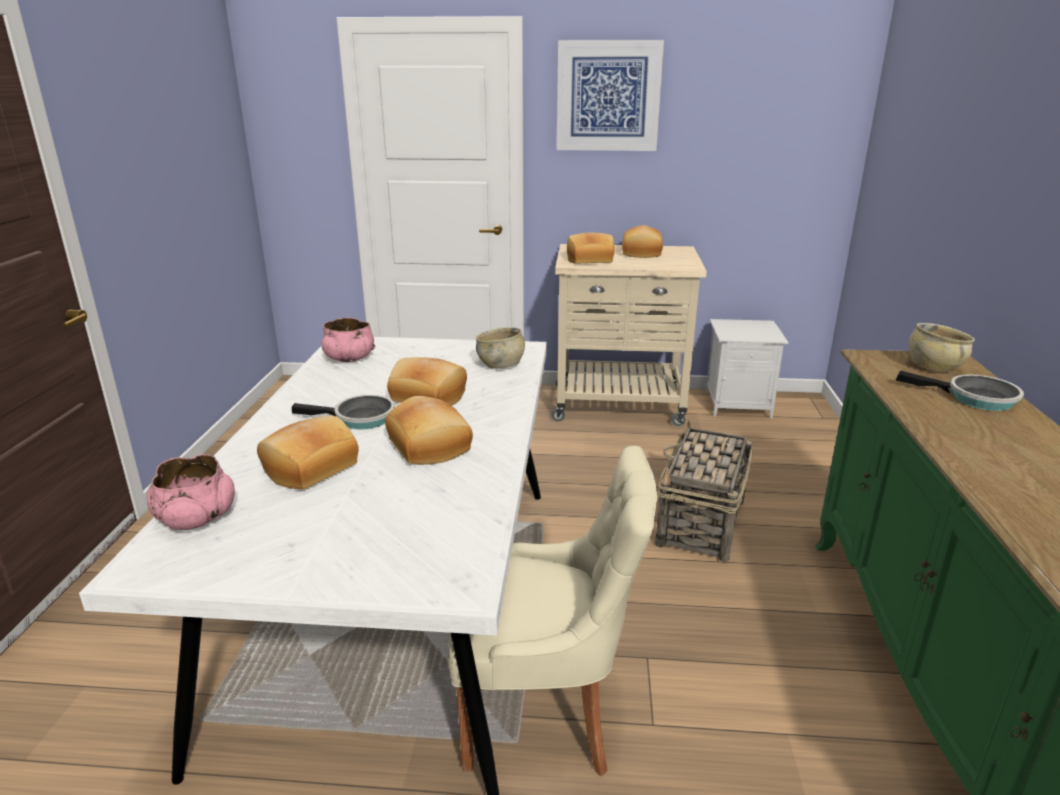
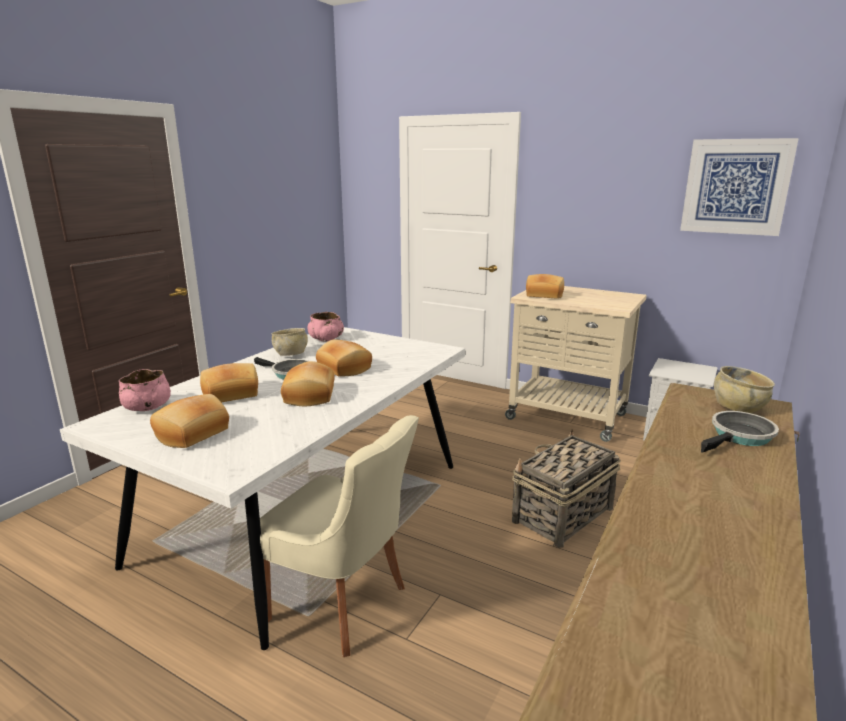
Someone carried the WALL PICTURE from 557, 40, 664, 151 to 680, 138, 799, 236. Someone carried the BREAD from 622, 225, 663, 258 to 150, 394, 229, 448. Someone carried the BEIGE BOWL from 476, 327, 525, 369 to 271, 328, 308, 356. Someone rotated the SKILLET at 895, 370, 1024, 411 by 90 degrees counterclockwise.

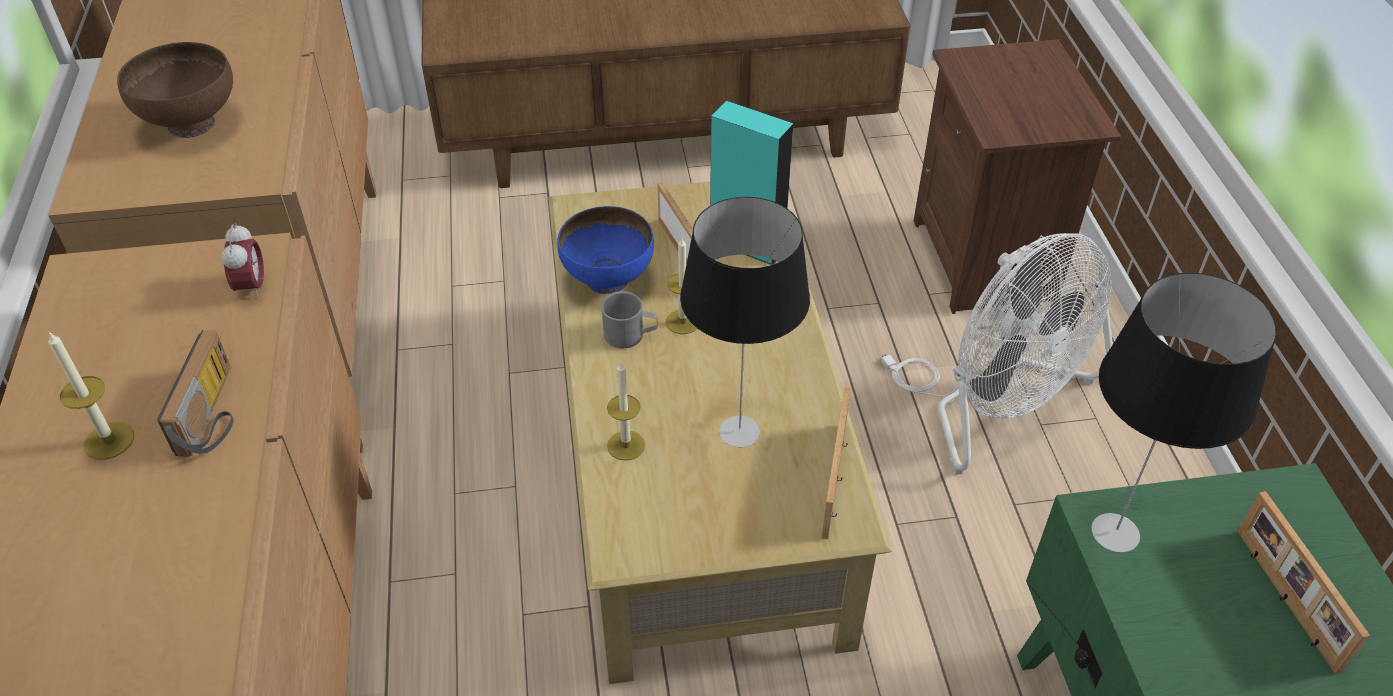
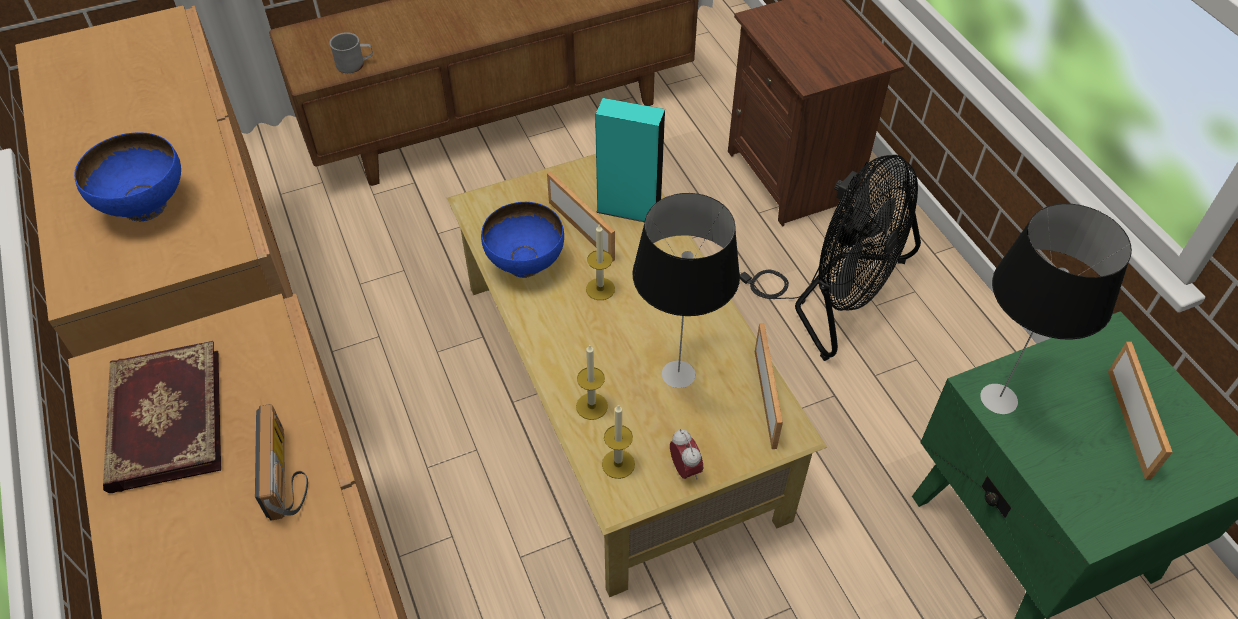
Someone repainted the BROWN BOWL at 117, 42, 233, 138, which became the BLUISH BOWL at 74, 132, 181, 221. Someone carried the TABLE CLOCK from 221, 223, 264, 300 to 670, 429, 703, 479. Someone repainted the WHITE-COLOURED ELECTRIC FAN at 881, 233, 1113, 475, which became the BLACK-COLOURED ELECTRIC FAN at 740, 155, 921, 361. Someone carried the GREYISH MUG from 601, 291, 658, 348 to 329, 32, 373, 73. Someone carried the WAX LIGHT from 48, 332, 134, 460 to 602, 404, 635, 479. Someone rotated the PHOTO FRAME at 1238, 491, 1370, 674 by 150 degrees counterclockwise. Someone put down the BOUND BOOK at 103, 341, 221, 493.

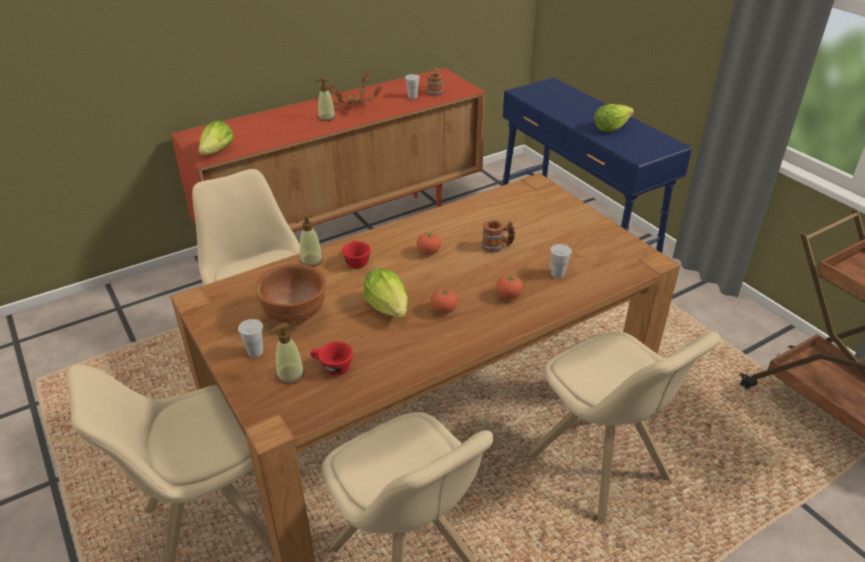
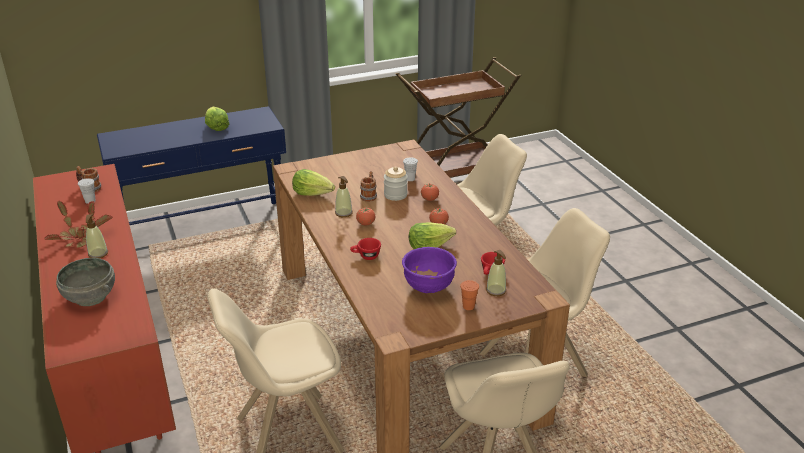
Someone carried the HEAD OF LETTUCE from 199, 121, 234, 155 to 292, 169, 335, 196. Someone carried the SOAP BOTTLE from 295, 214, 323, 267 to 335, 176, 353, 217. Someone repainted the BROWN BOWL at 255, 264, 326, 324, which became the PURPLE-COLOURED BOWL at 402, 247, 457, 293. Someone repainted the WHITE-COLOURED DRINKING CUP at 238, 319, 263, 357, which became the ORANGE-COLOURED DRINKING CUP at 460, 280, 479, 310. Someone put down the JAR at 384, 167, 408, 201. Someone put down the GREYISH BOWL at 56, 258, 115, 306.

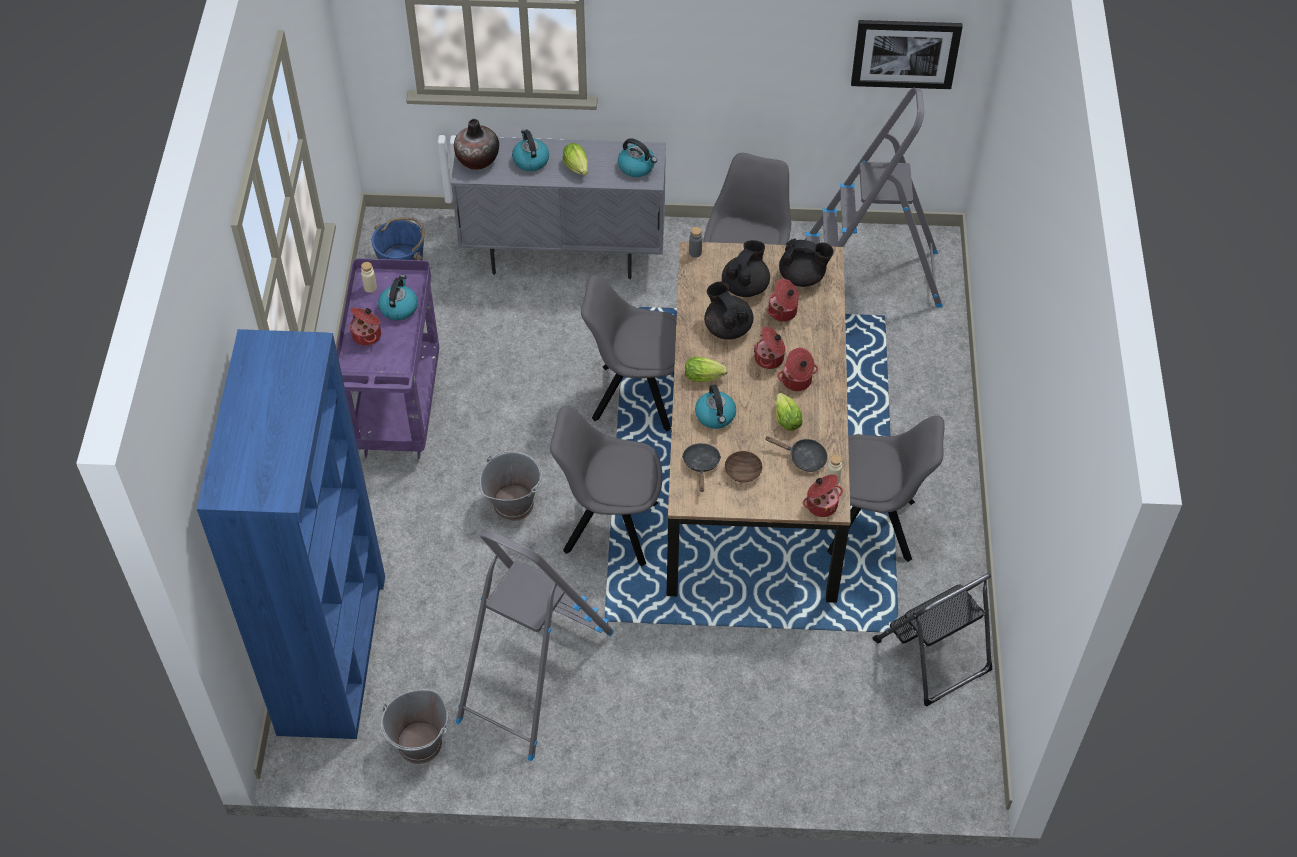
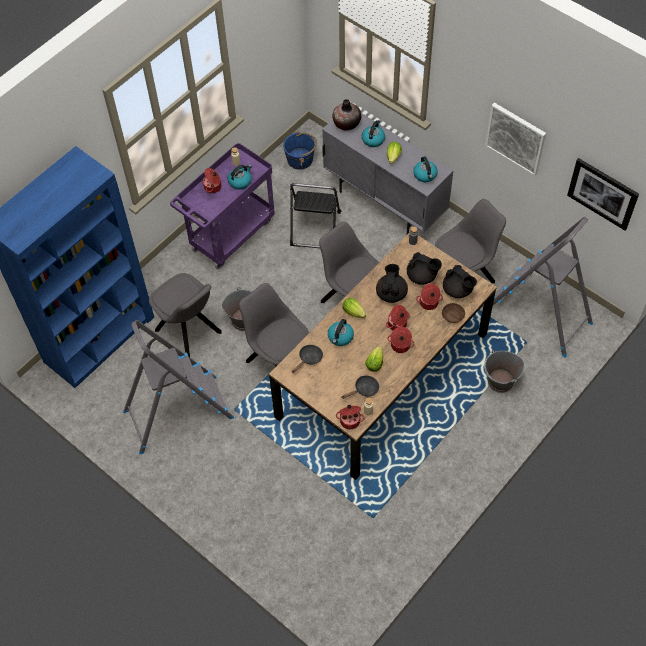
Someone rotated the BLACK-COLOURED TEAPOT at 722, 240, 770, 297 by 45 degrees clockwise. Someone carried the GREYISH PLAIN CHAIR from 827, 415, 945, 562 to 149, 273, 221, 357. Someone rotated the BLACK-COLOURED SKILLET at 765, 436, 828, 472 by 90 degrees counterclockwise. Someone carried the BROWN BOWL from 725, 451, 762, 483 to 442, 303, 465, 323. Someone carried the BLACK-COLOURED STEP STOOL from 872, 573, 992, 706 to 290, 183, 341, 248. Someone carried the GREYISH WATER BUCKET from 380, 690, 448, 764 to 484, 350, 525, 393. Someone put up the WALL PICTURE at 485, 103, 546, 176.

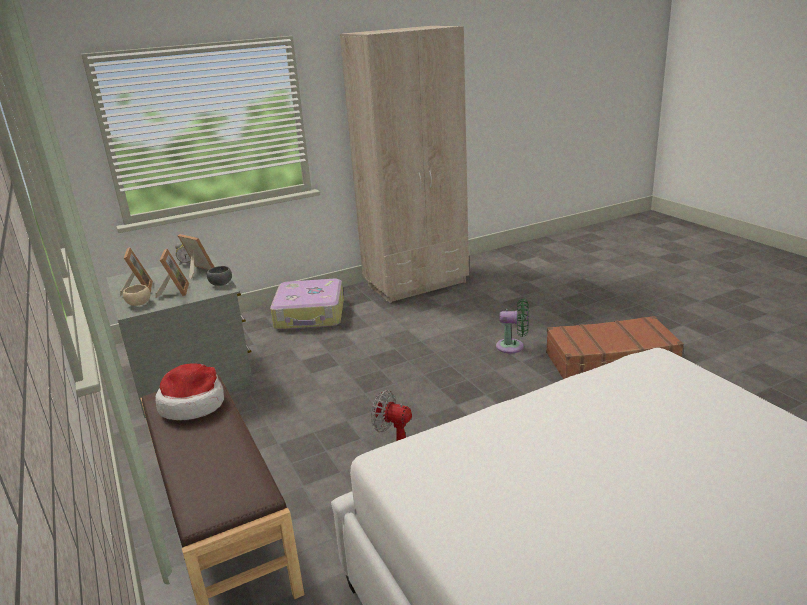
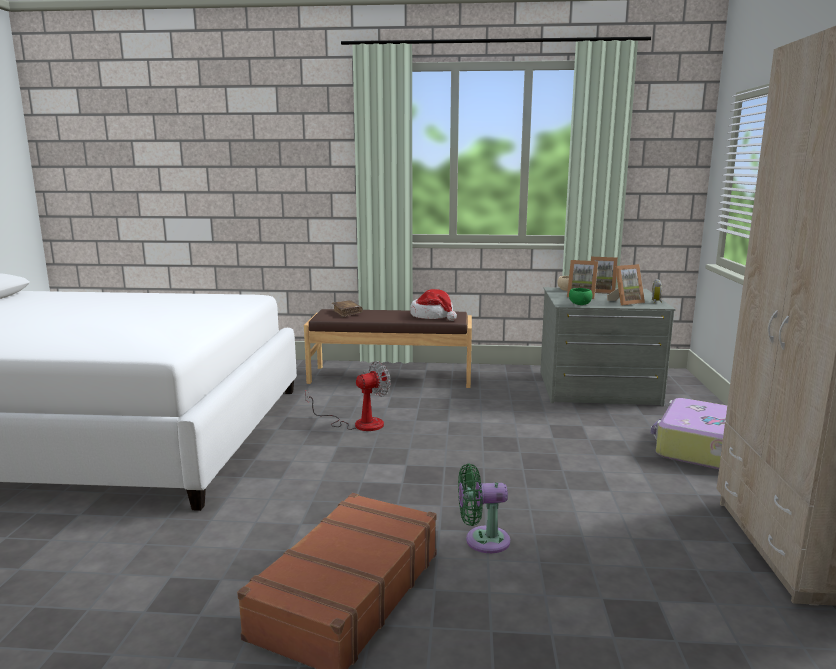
Someone repainted the GREYISH BOWL at 207, 266, 232, 286, which became the GREENISH BOWL at 569, 288, 592, 305. Someone rotated the GREENISH ELECTRIC FAN at 496, 299, 529, 354 by 45 degrees clockwise. Someone put down the BROWN BOUND BOOK at 332, 300, 363, 318.

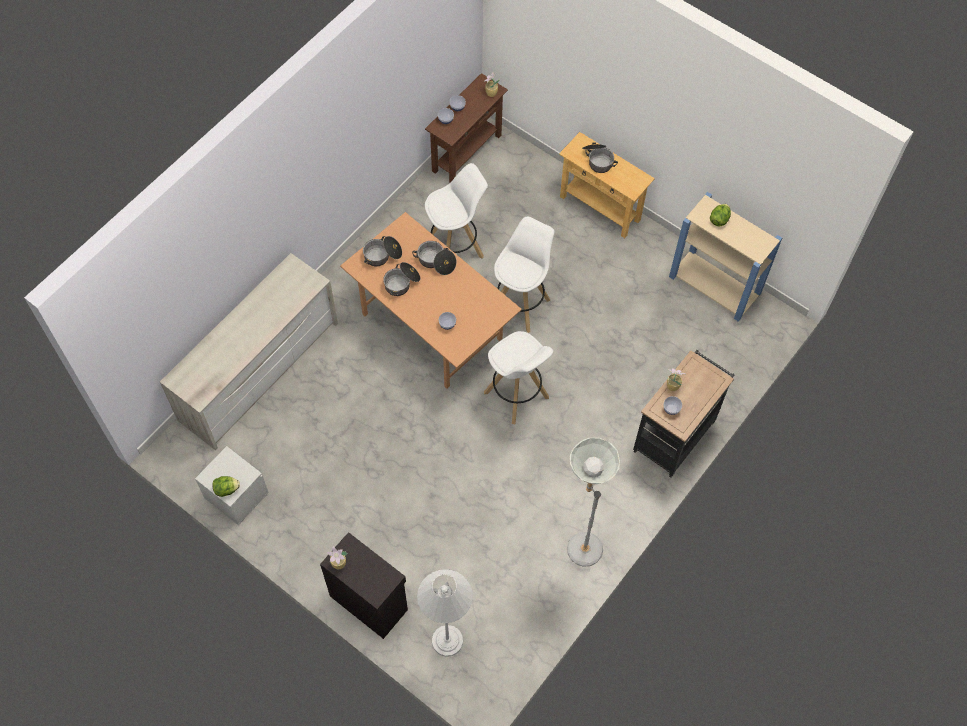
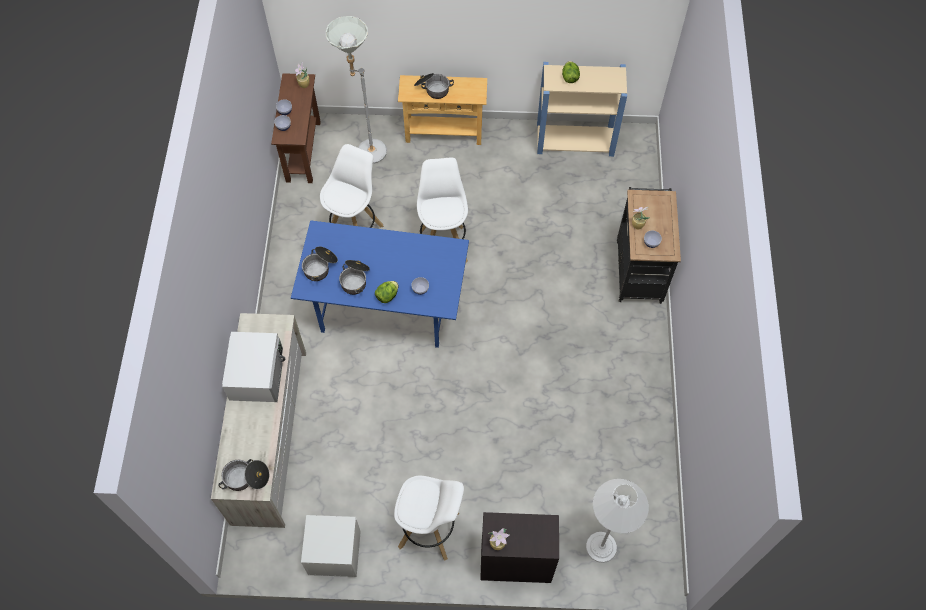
Someone repainted the BROWN DINNER TABLE at 340, 212, 522, 389, which became the BLUISH DINNER TABLE at 291, 220, 469, 348. Someone carried the STOCKPOT from 412, 241, 457, 275 to 218, 459, 269, 491. Someone carried the WHITE-COLOURED SITTING STOOL from 484, 331, 553, 424 to 394, 476, 464, 561. Someone carried the GREYISH STANDARD LAMP from 567, 438, 620, 567 to 326, 16, 387, 164. Someone carried the HEAD OF LETTUCE from 212, 476, 240, 497 to 375, 281, 398, 303. Someone put down the WHITE-COLOURED MICROWAVE at 222, 332, 285, 402.

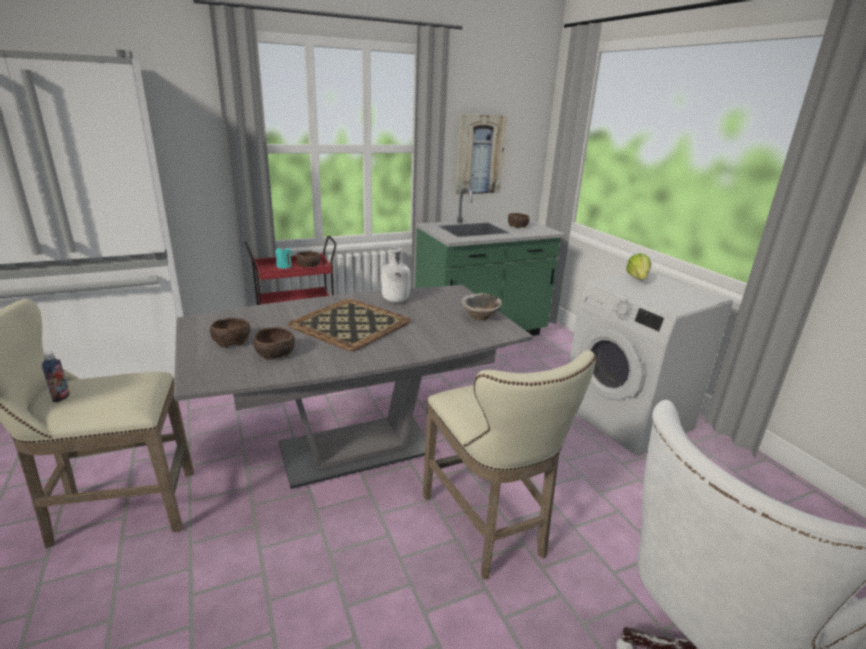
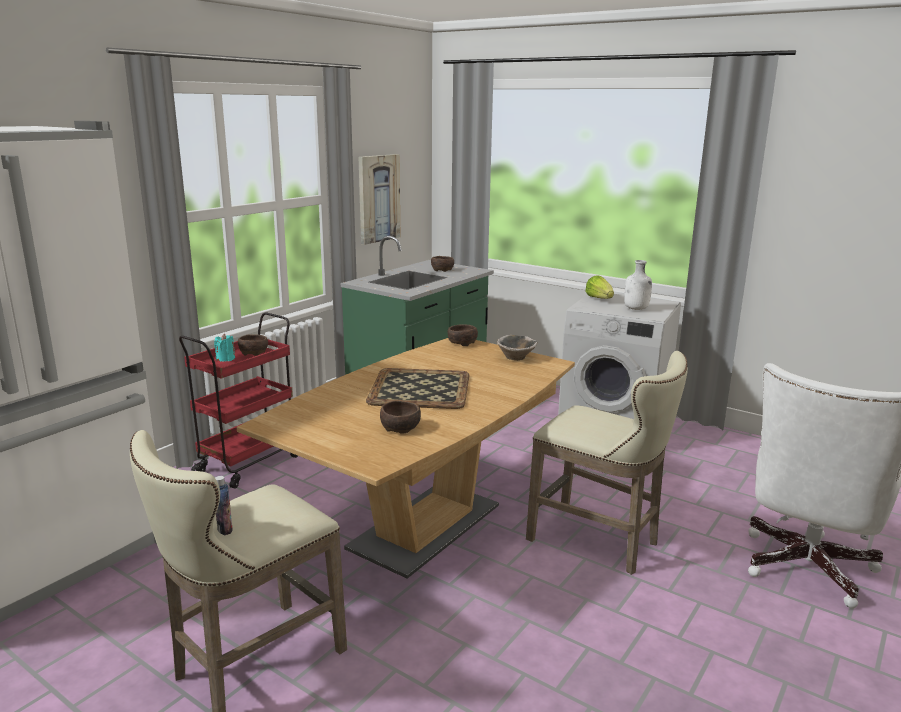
Someone carried the WHITE-COLOURED BEVERAGE BOTTLE from 381, 247, 410, 303 to 624, 260, 652, 310. Someone repainted the GREYISH DINNER TABLE at 174, 285, 533, 489, which became the BROWN DINNER TABLE at 237, 338, 575, 579. Someone carried the BROWN BOWL from 210, 318, 250, 348 to 448, 324, 478, 346.

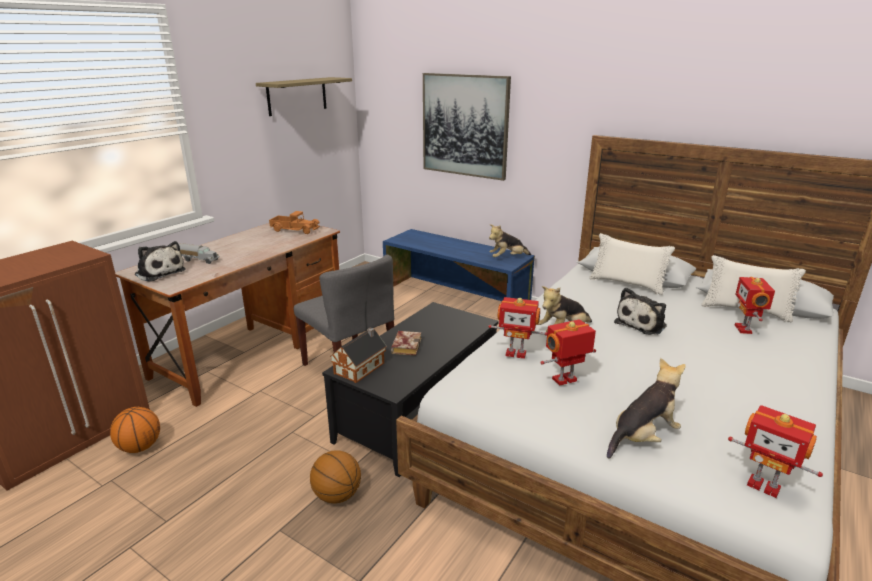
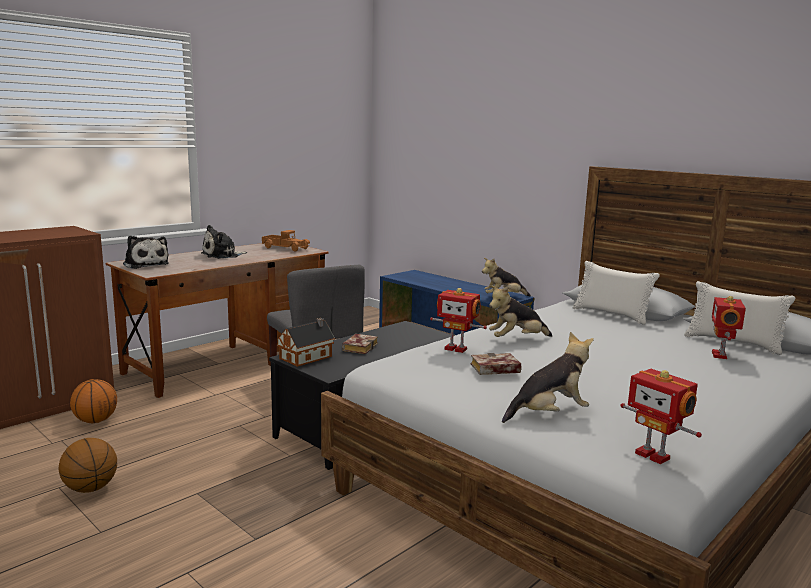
Someone took away the WALL PICTURE at 423, 73, 511, 181. Someone took away the WALL SHELF at 256, 77, 352, 116. Someone took away the TOY LORRY at 179, 243, 220, 264. Someone carried the PLUSH TOY from 614, 287, 667, 335 to 201, 225, 247, 259. Someone swapped the TOY ROBOT at 540, 319, 596, 386 for the BOUND BOOK at 471, 353, 522, 375. Someone carried the BASKETBALL BALL from 310, 450, 361, 504 to 59, 438, 117, 493.

